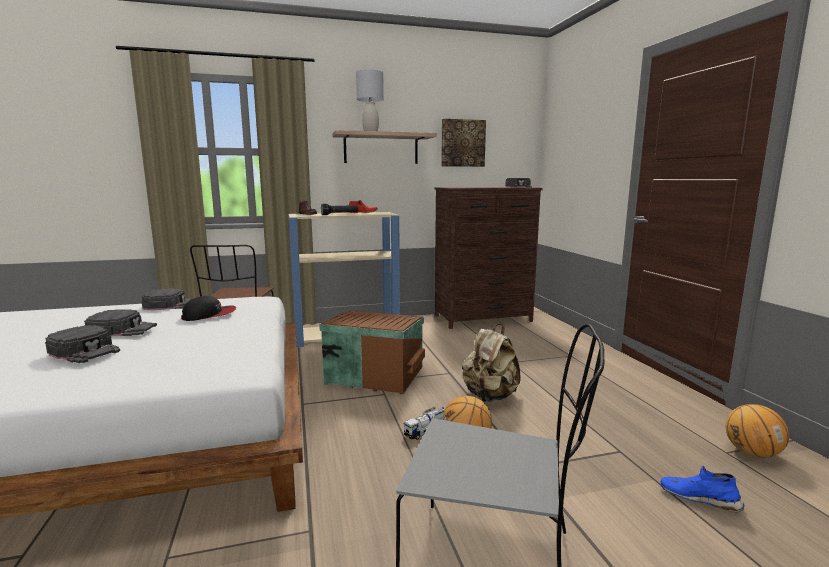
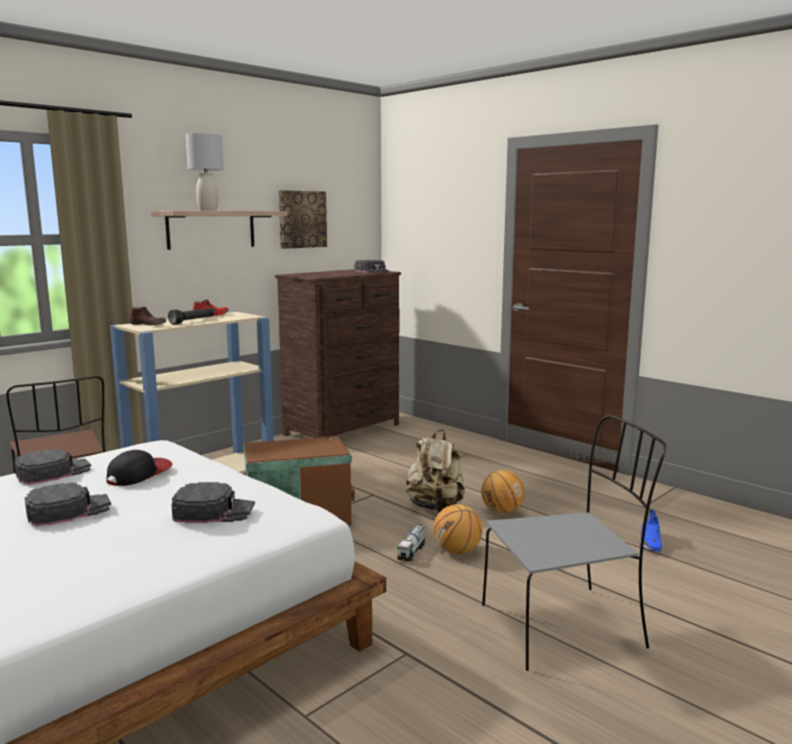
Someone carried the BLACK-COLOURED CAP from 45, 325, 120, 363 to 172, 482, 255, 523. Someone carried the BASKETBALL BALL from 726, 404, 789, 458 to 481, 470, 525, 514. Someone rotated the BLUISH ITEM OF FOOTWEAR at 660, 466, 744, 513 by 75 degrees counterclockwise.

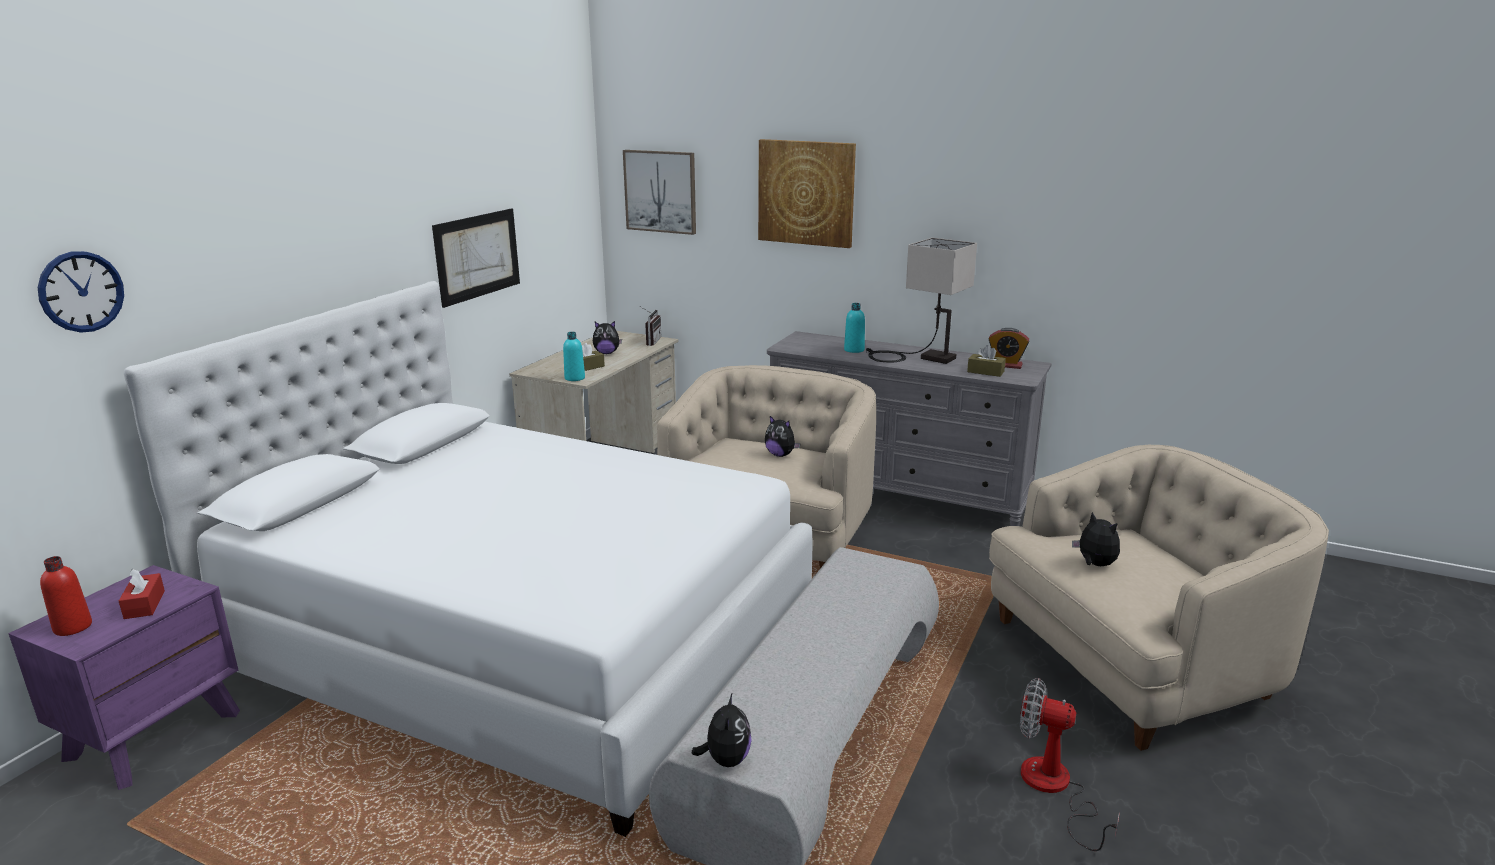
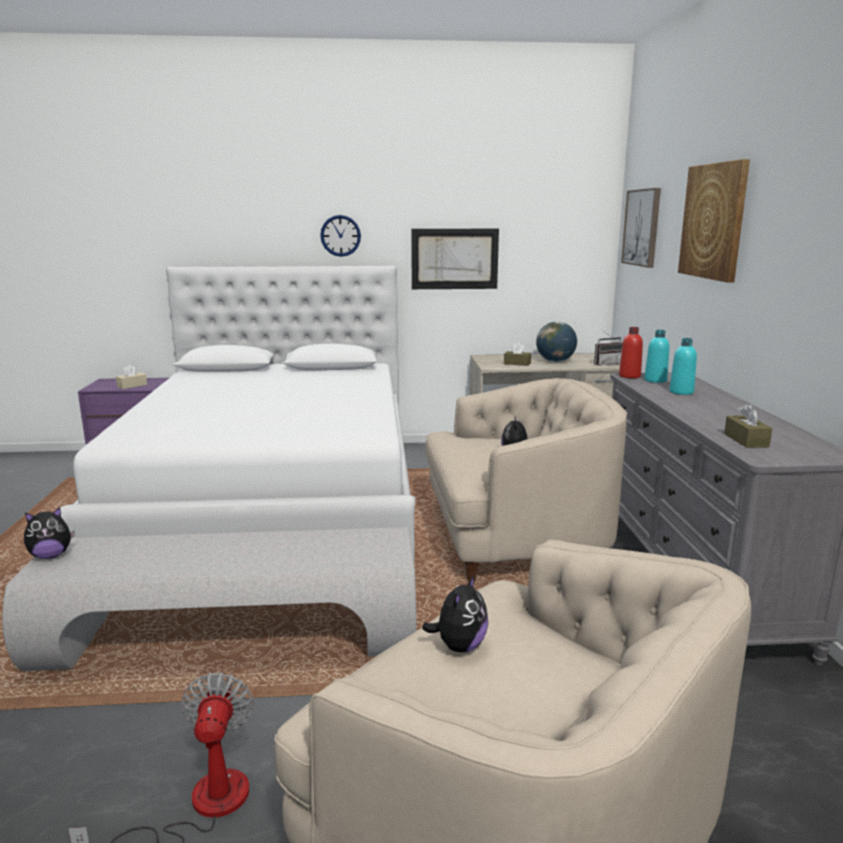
Someone took away the TABLETOP LAMP at 866, 238, 977, 364. Someone carried the CLOCK ON THE WALL from 38, 251, 124, 333 to 320, 215, 361, 257. Someone swapped the PLUSH TOY at 593, 321, 622, 354 for the DESK GLOBE at 536, 321, 577, 362. Someone took away the TABLE CLOCK at 989, 328, 1029, 369. Someone carried the TURQUOISE BEVERAGE BOTTLE from 563, 332, 585, 381 to 644, 330, 669, 383. Someone carried the REDDISH BEVERAGE BOTTLE from 40, 556, 92, 636 to 619, 327, 643, 378. Someone repainted the REDDISH BOX OF TISSUES at 119, 568, 165, 619, which became the BEIGE BOX OF TISSUES at 116, 365, 147, 389.

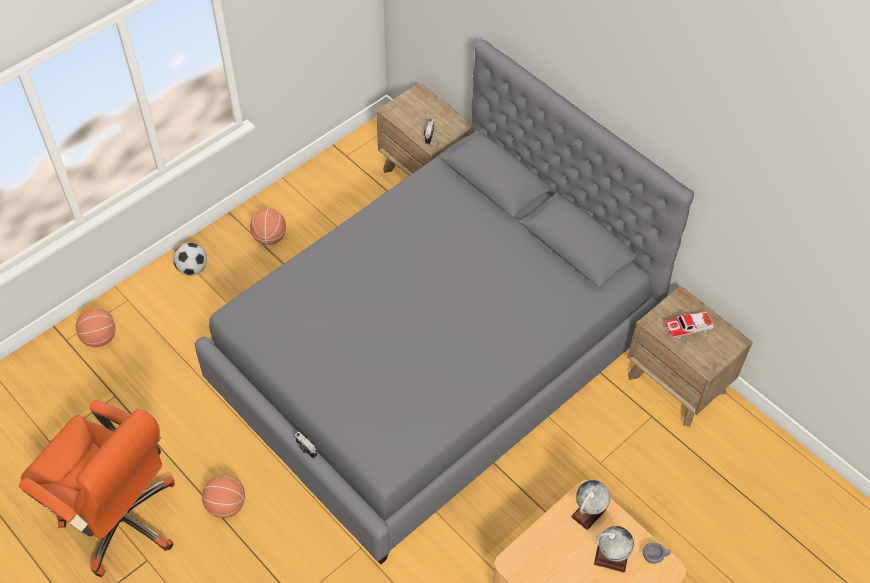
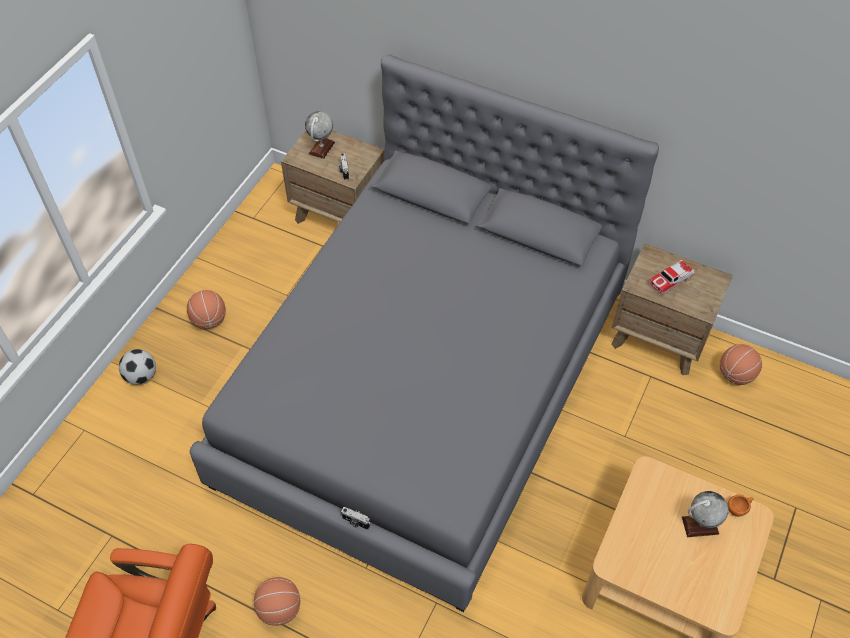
Someone carried the BASKETBALL BALL from 76, 308, 116, 347 to 720, 344, 762, 385. Someone carried the DESK GLOBE from 571, 480, 610, 530 to 305, 111, 335, 159. Someone repainted the GREYISH DRINKING CUP at 643, 543, 671, 564, which became the ORANGE-COLOURED DRINKING CUP at 728, 495, 754, 517.

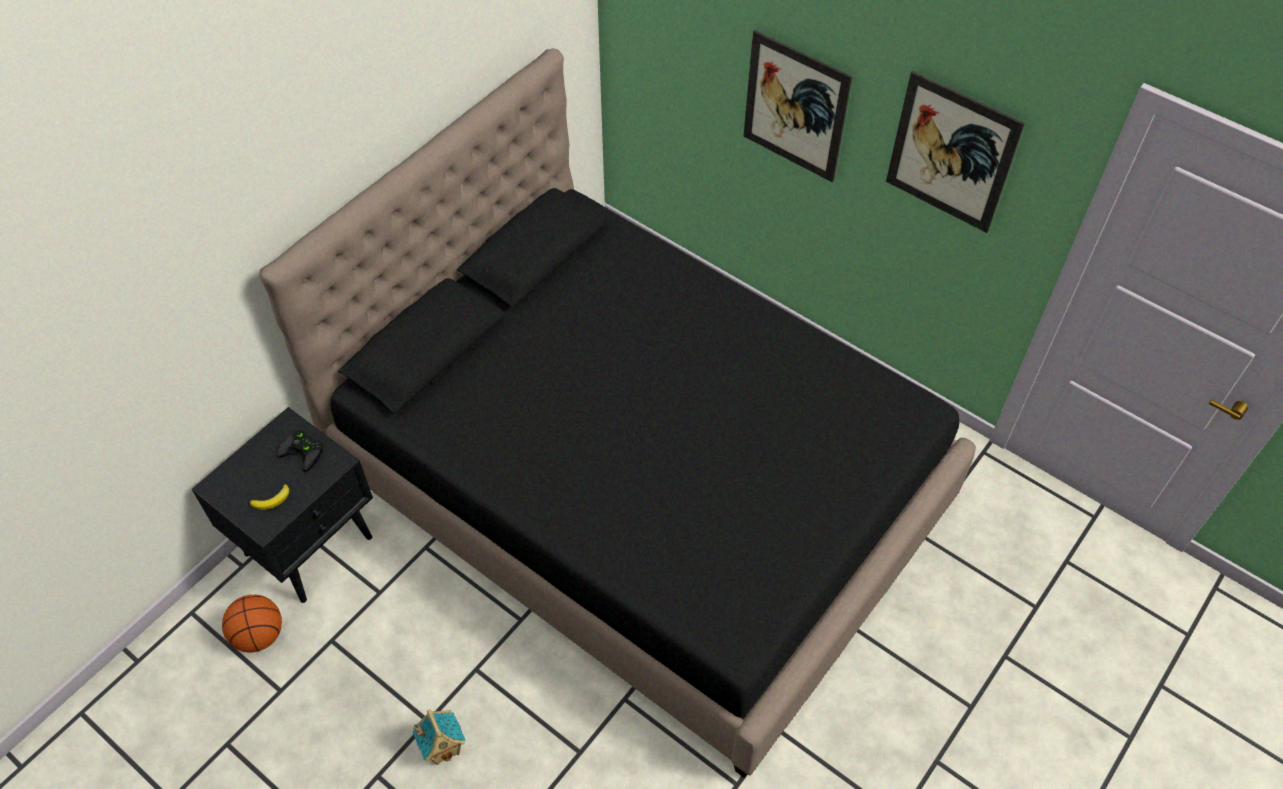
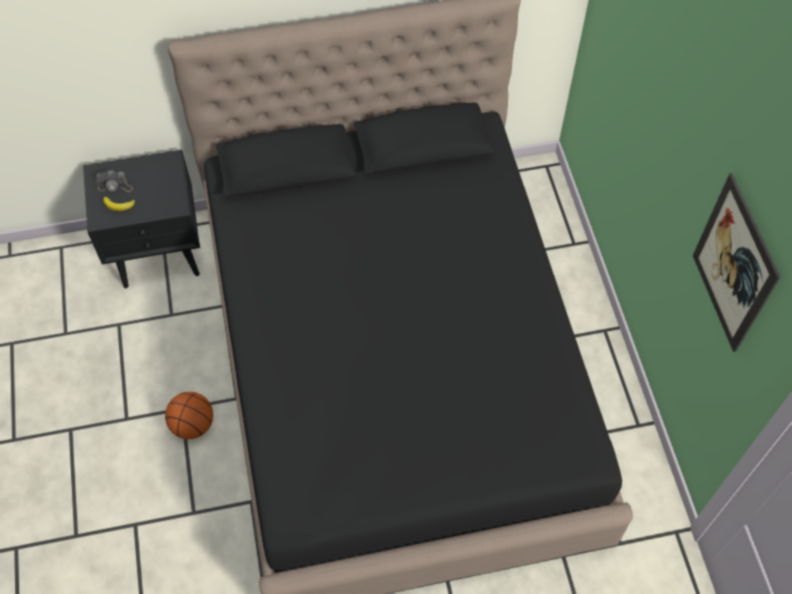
Someone took away the WALL PICTURE at 744, 30, 853, 182. Someone took away the BLACK-COLOURED GAMEPAD at 276, 430, 323, 472. Someone carried the BASKETBALL BALL from 222, 595, 282, 653 to 165, 392, 213, 439. Someone took away the TOY HOUSE at 413, 710, 466, 765. Someone put down the STILL CAMERA at 97, 170, 133, 192.

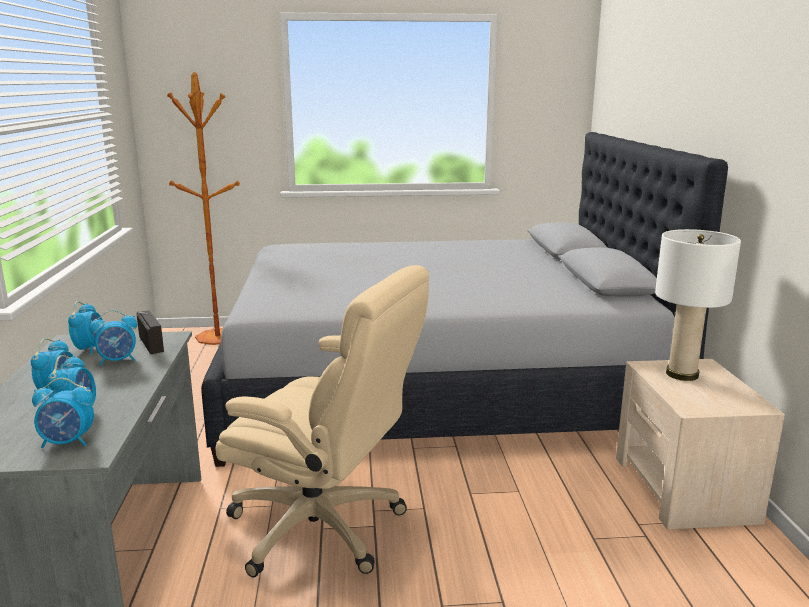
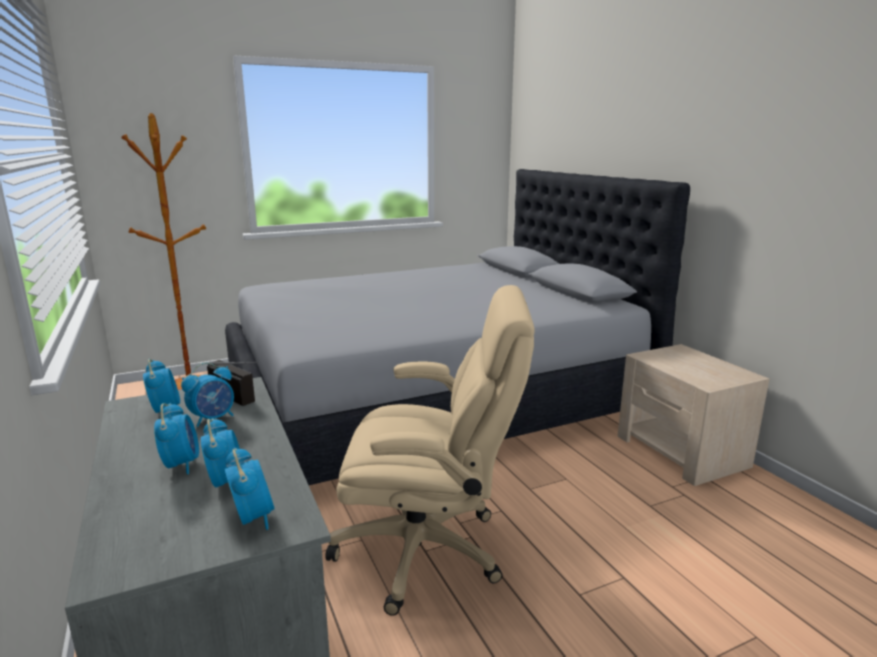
Someone took away the WHITE-COLOURED TABLETOP LAMP at 655, 229, 741, 381. Someone rotated the TABLE CLOCK at 32, 378, 94, 448 by 90 degrees counterclockwise.

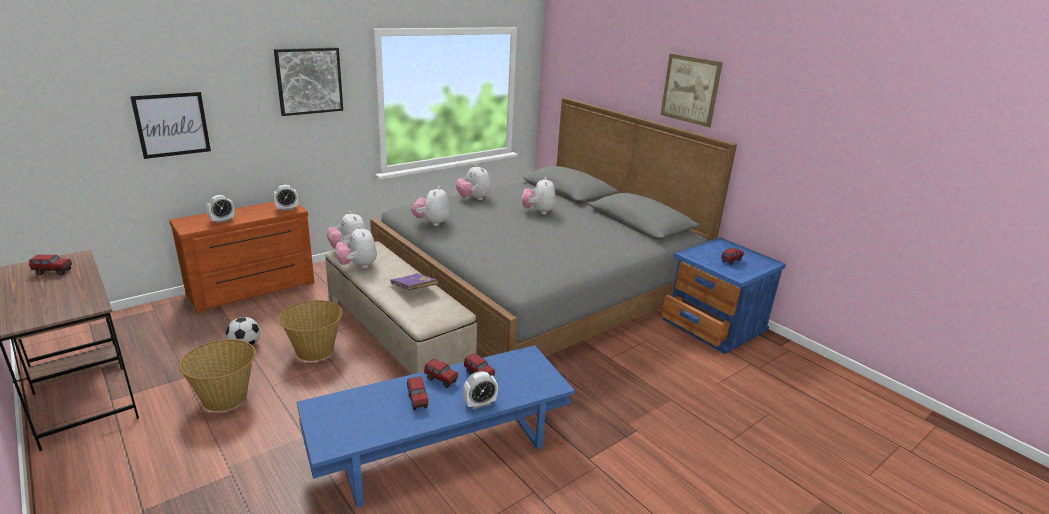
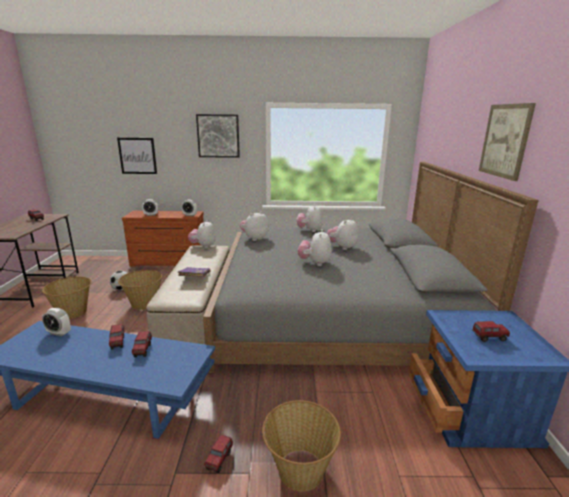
Someone carried the PLUSH TOY from 335, 226, 377, 268 to 298, 229, 332, 266. Someone carried the TABLE CLOCK from 463, 371, 498, 409 to 42, 308, 71, 336. Someone carried the TOY LORRY from 407, 377, 428, 410 to 204, 435, 233, 473. Someone put down the STORAGE BASKET at 262, 400, 341, 492.

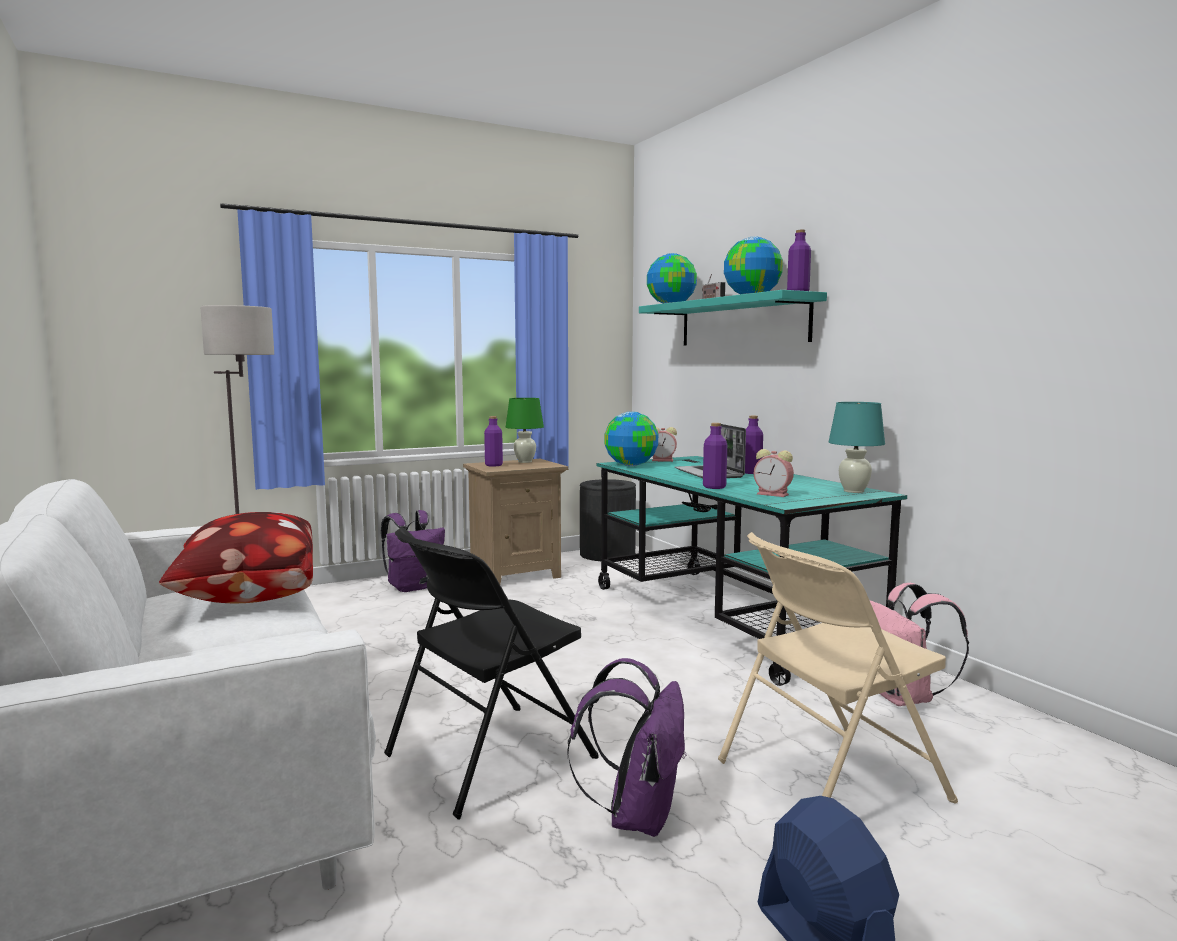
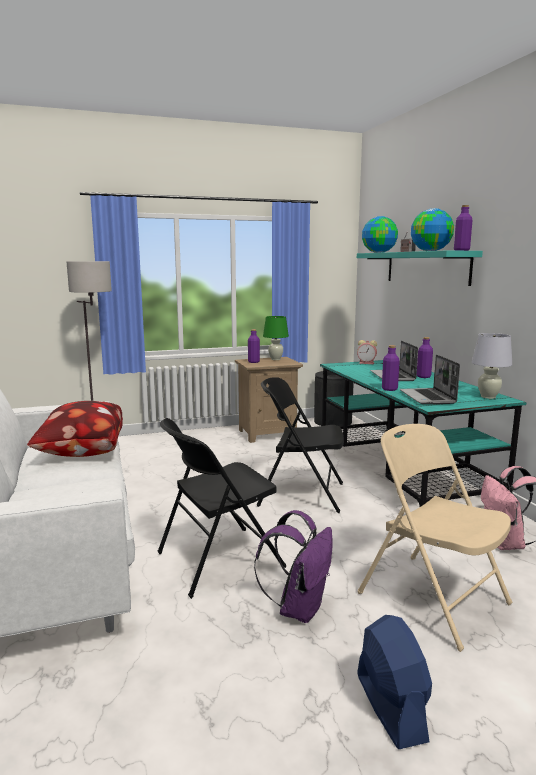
Someone repainted the TURQUOISE TABLETOP LAMP at 829, 402, 885, 493, which became the WHITE-COLOURED TABLETOP LAMP at 472, 333, 512, 399. Someone took away the DESK GLOBE at 605, 412, 658, 466. Someone swapped the TABLE CLOCK at 754, 449, 794, 497 for the LAPTOP at 400, 355, 460, 404. Someone took away the PURPLE-COLOURED BACKPACK at 381, 510, 445, 592. Someone rotated the BEIGE PLAIN CHAIR at 718, 532, 958, 804 by 60 degrees clockwise. Someone put down the BLACK-COLOURED PLAIN CHAIR at 257, 377, 344, 513.

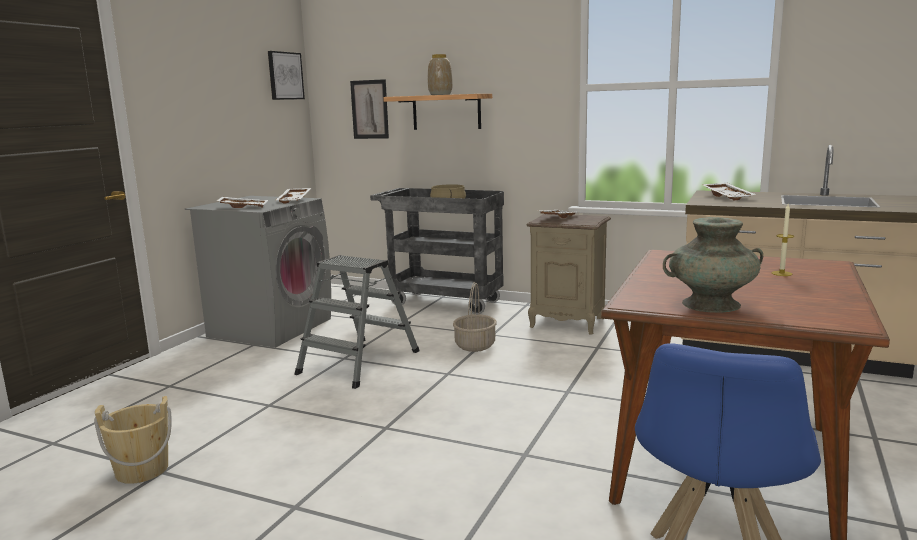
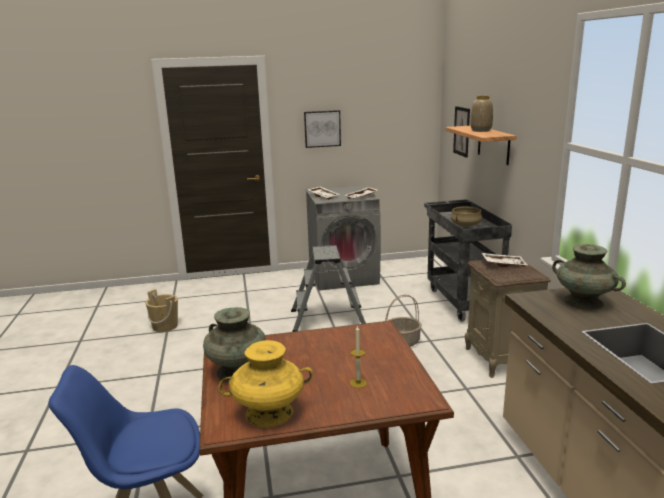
Someone carried the WALL PICTURE from 268, 51, 305, 100 to 304, 110, 341, 148. Someone swapped the WHITE-COLOURED CARRYING TRAY at 702, 183, 756, 200 for the TURQUOISE VASE at 552, 244, 626, 310. Someone put down the YELLOW-COLOURED VASE at 219, 340, 313, 427.

